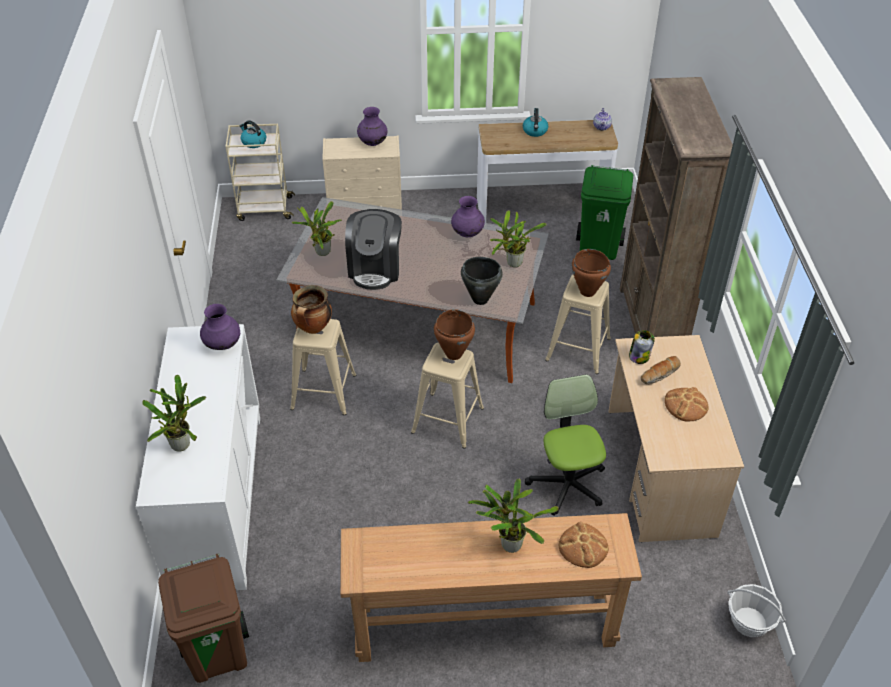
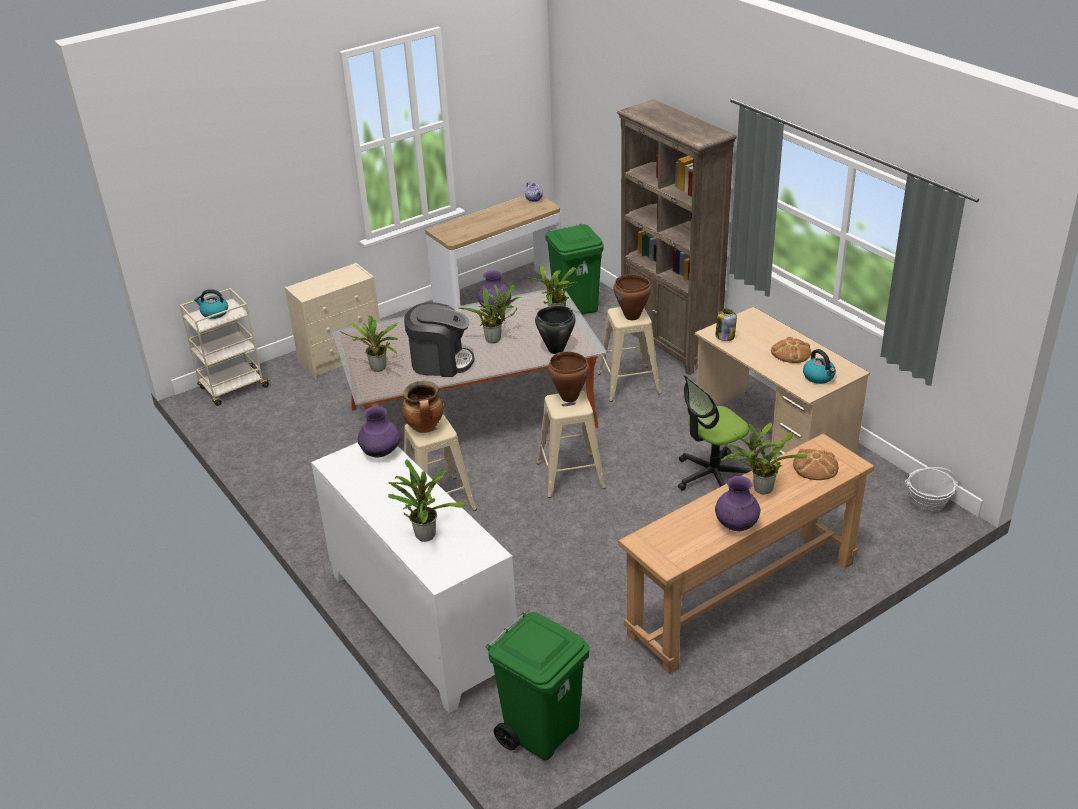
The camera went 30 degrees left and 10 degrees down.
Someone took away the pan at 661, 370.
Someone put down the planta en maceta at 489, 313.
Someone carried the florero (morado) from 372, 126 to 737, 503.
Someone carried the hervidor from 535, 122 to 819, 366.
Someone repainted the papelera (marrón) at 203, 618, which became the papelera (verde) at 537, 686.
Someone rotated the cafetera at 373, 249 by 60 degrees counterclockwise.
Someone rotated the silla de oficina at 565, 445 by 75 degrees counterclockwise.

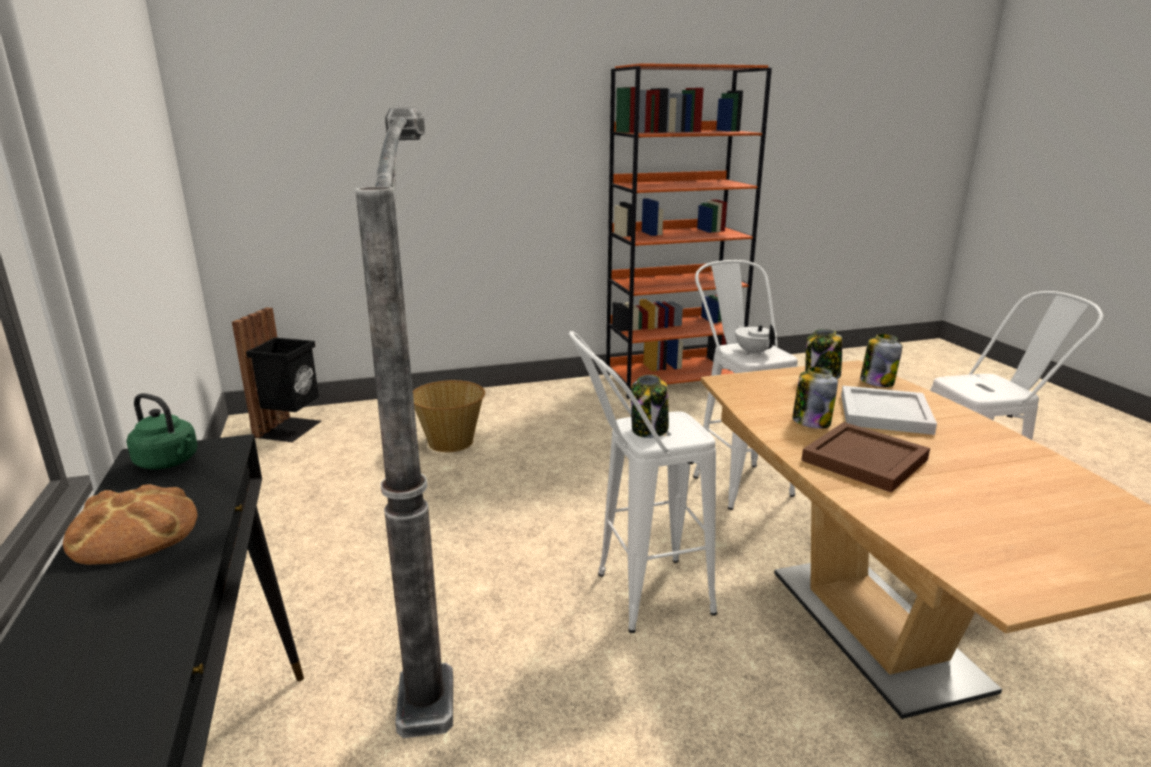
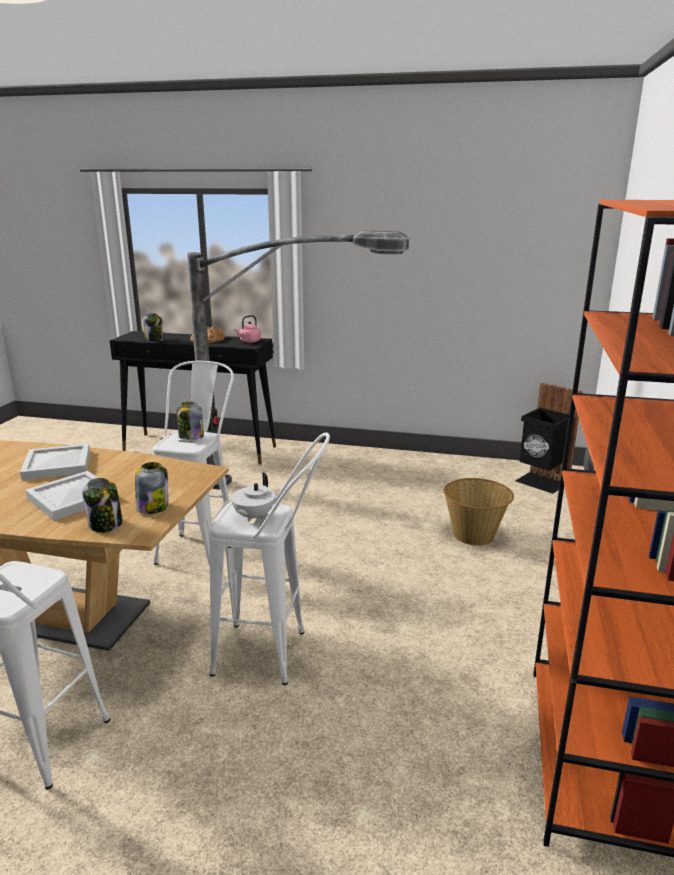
The camera went 120 degrees right and 0 degrees up.
Someone carried the tarro from 815, 398 to 153, 327.
Someone repainted the hervidor (verde) at 162, 431, which became the hervidor (rosa) at 247, 329.
Someone repainted the bandeja (marrón) at 865, 457, which became the bandeja (blanco) at 55, 462.
Someone rotated the tetera (blanco) at 756, 340 by 105 degrees clockwise.

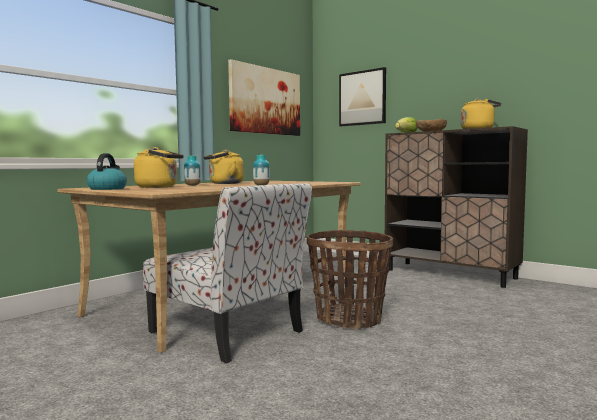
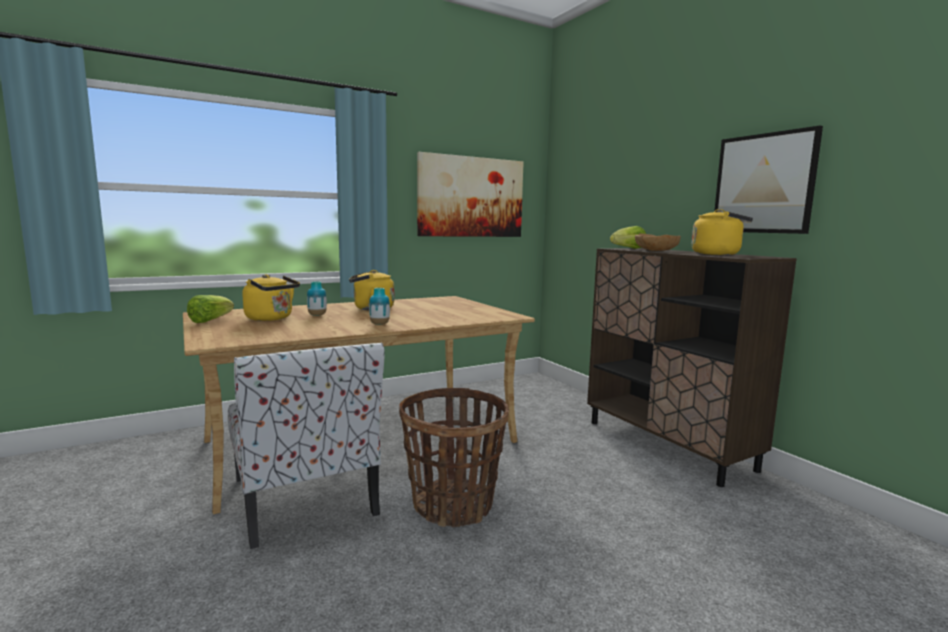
The camera went 20 degrees right and 5 degrees up.
Someone carried the cuadro from 362, 96 to 768, 180.
Someone swapped the hervidor at 107, 171 for the lechuga at 210, 309.

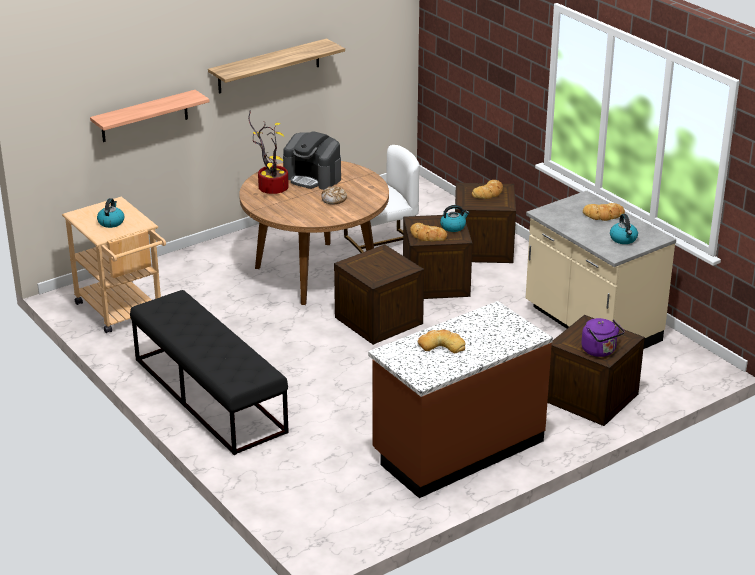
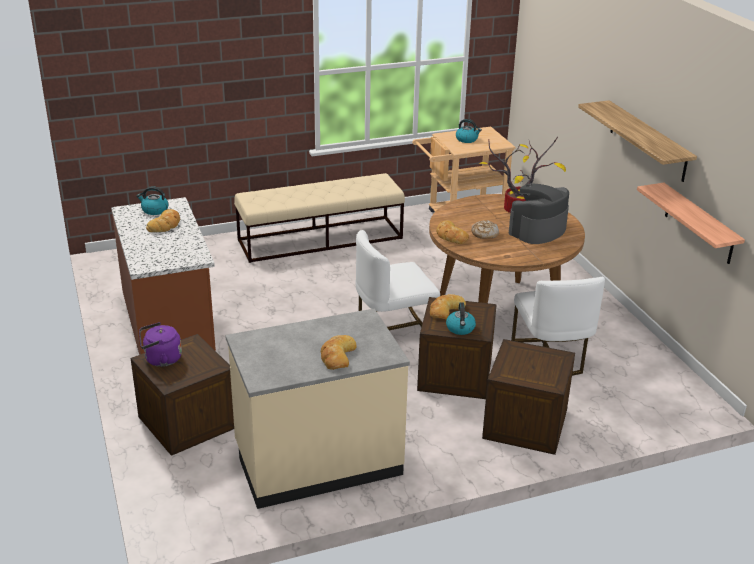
The camera went 105 degrees right and 0 degrees up.
Someone carried the estante from 149, 116 to 691, 223.
Someone carried the pan from 487, 189 to 452, 232.
Someone carried the hervidor from 624, 229 to 153, 201.
Someone swapped the caja de embalaje at 379, 294 for the silla (blanco) at 398, 280.
Someone repainted the banco (negro) at 209, 372, which became the banco (beis) at 319, 218.

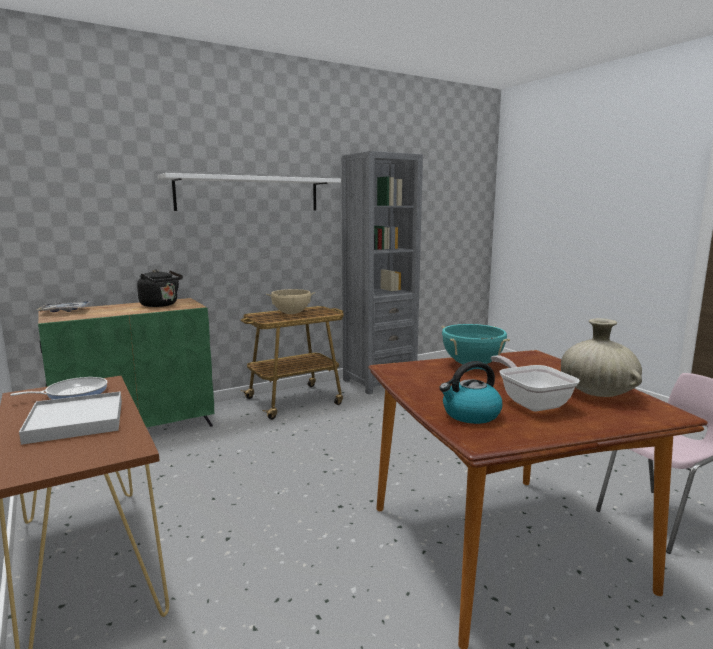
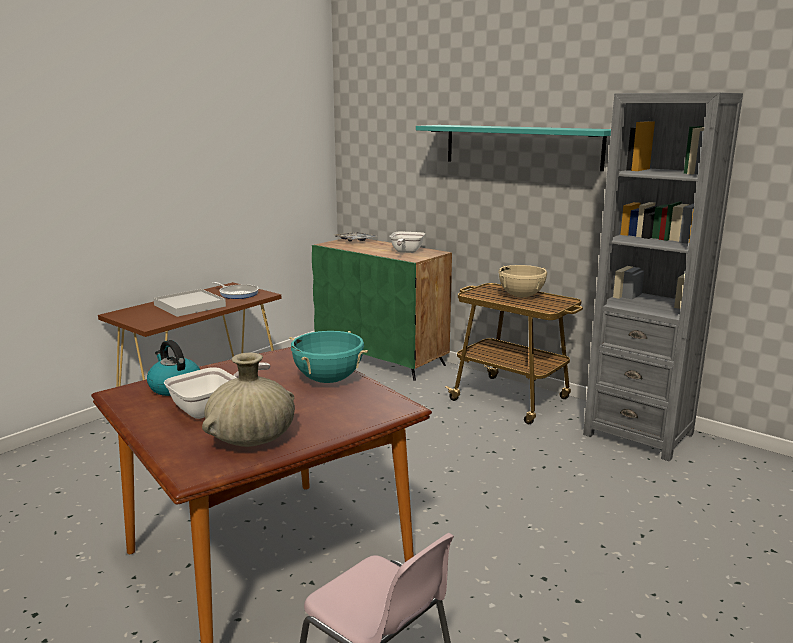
The camera went 70 degrees right and 5 degrees up.
Someone swapped the hervidor (negro) at 160, 288 for the sartén at 407, 242.
Someone repainted the estante (blanco) at 249, 192, which became the estante (turquesa) at 513, 148.

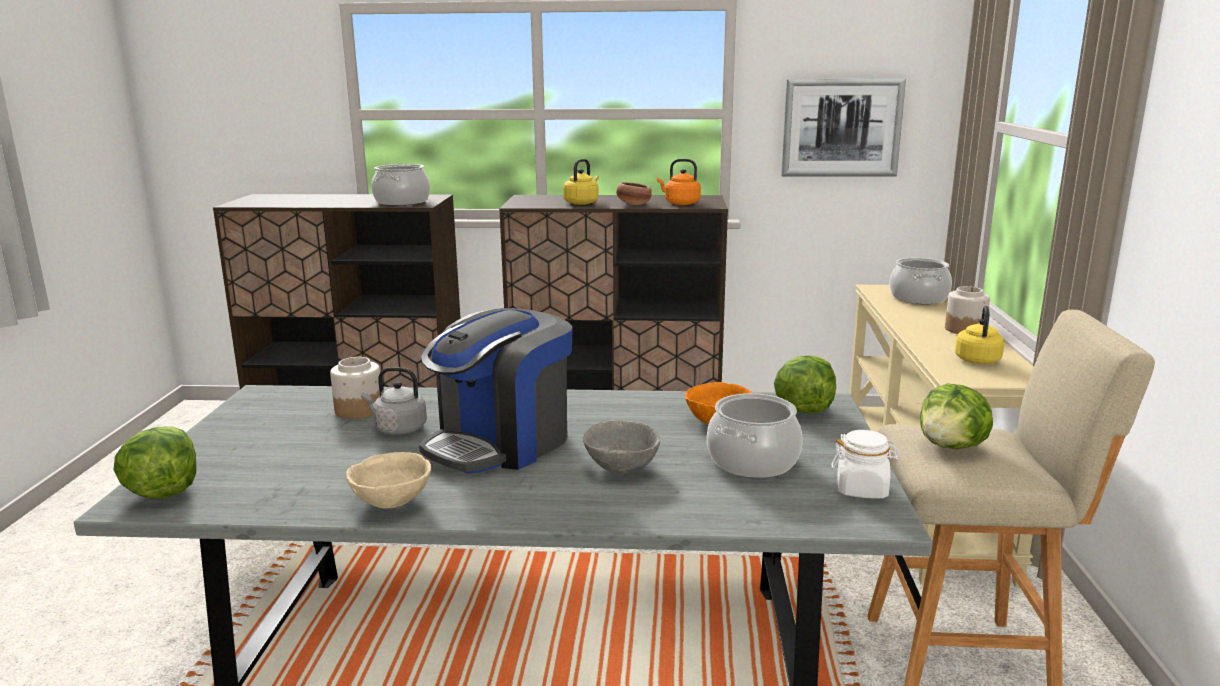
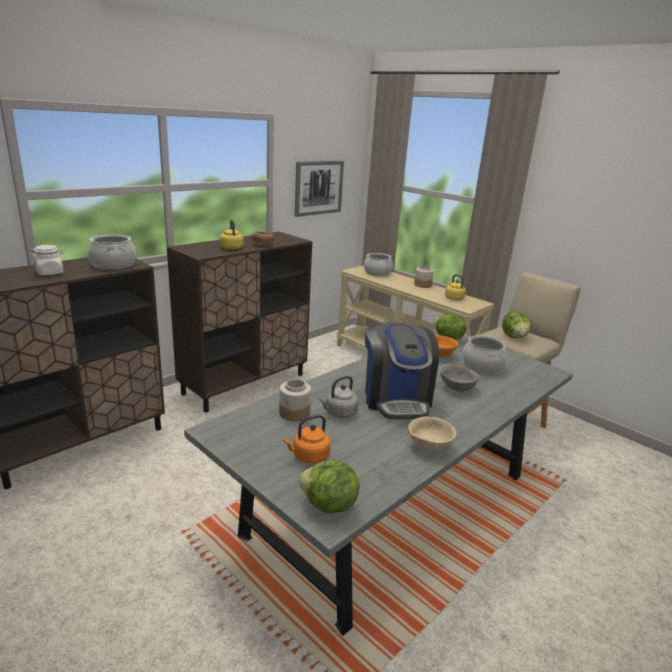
The camera went 50 degrees left and 5 degrees up.
Someone carried the hervidor (naranja) from 679, 182 to 307, 439.
Someone carried the tarro (blanco) from 866, 464 to 47, 260.

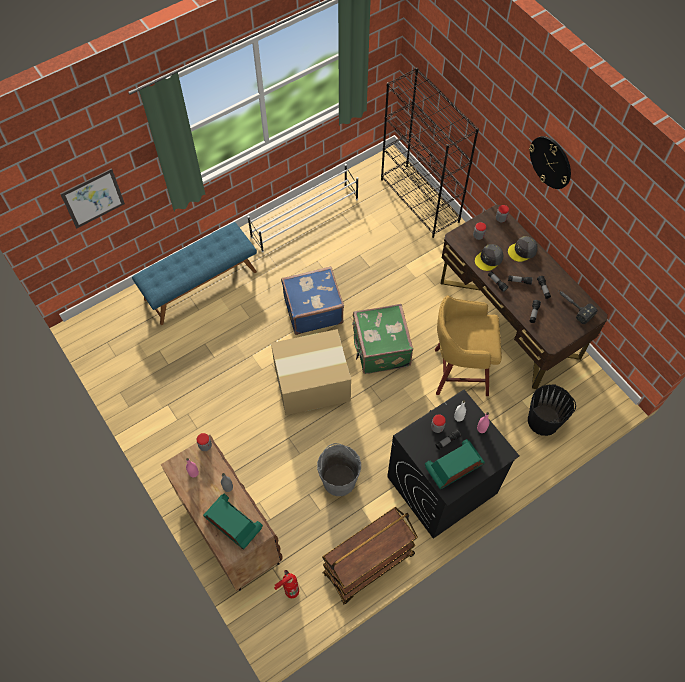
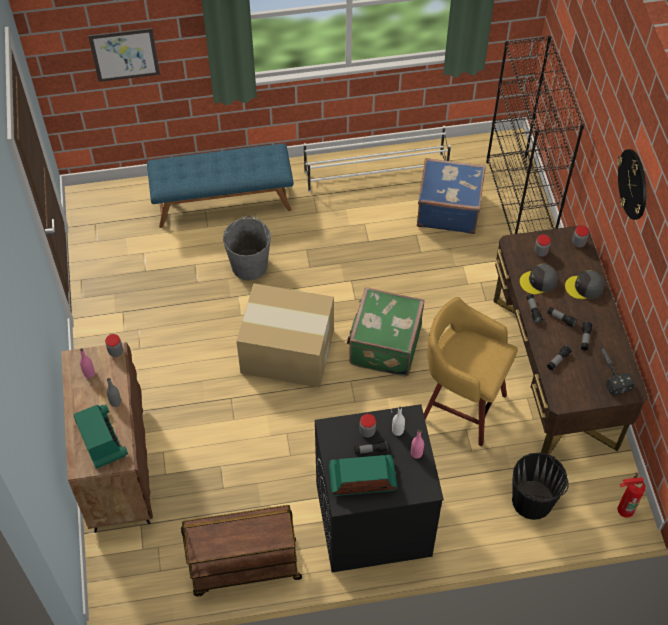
The camera went 25 degrees right and 5 degrees down.
Someone carried the extintor from 286, 584 to 631, 495.
Someone carried the maleta (azul) from 312, 300 to 451, 196.
Someone carried the cubo (gris) from 339, 469 to 247, 248.

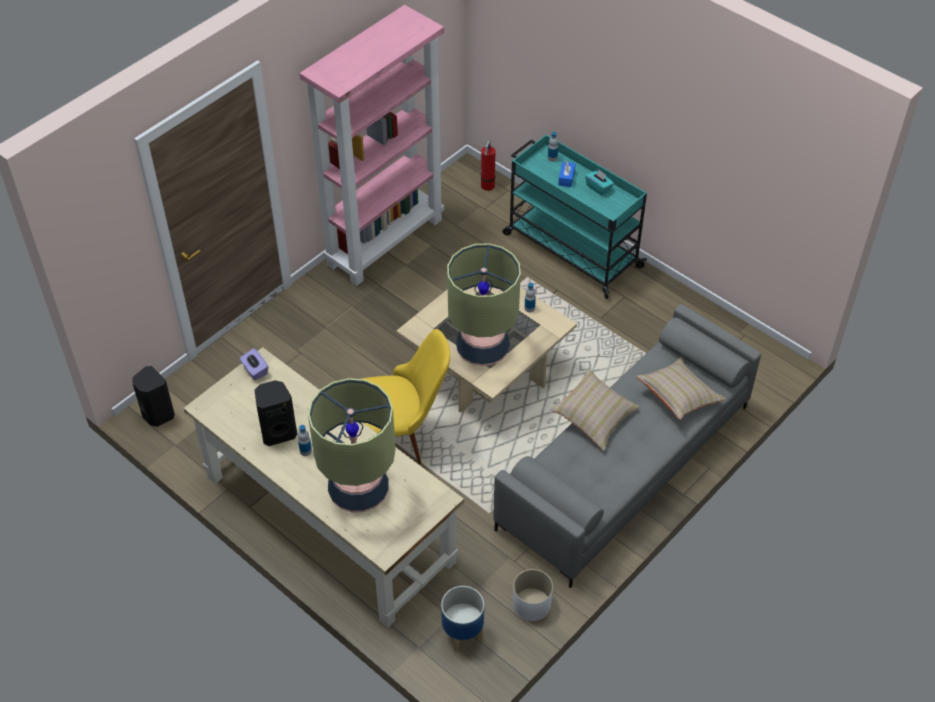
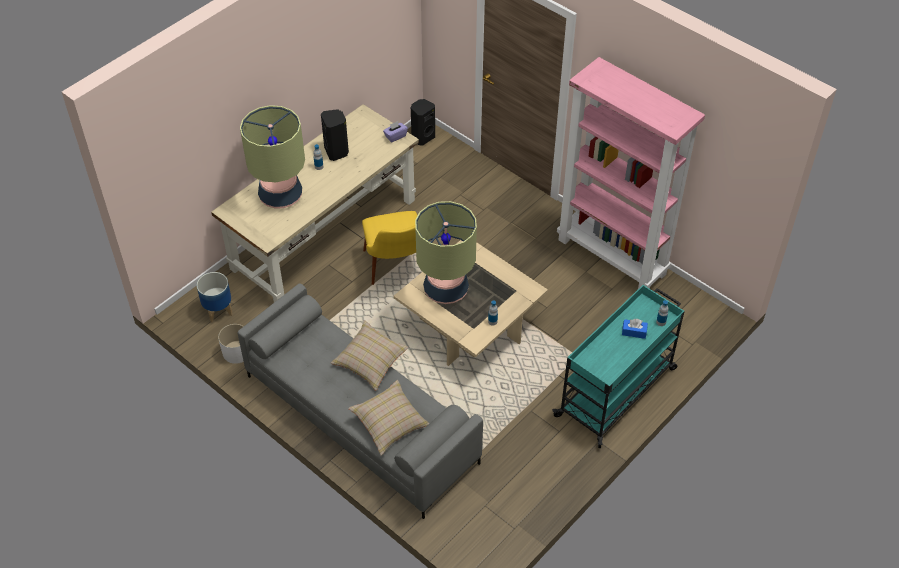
The camera went 90 degrees right and 0 degrees up.
Someone took away the extintor at 488, 165.
Someone took away the caja de pañuelos (turquesa) at 599, 183.

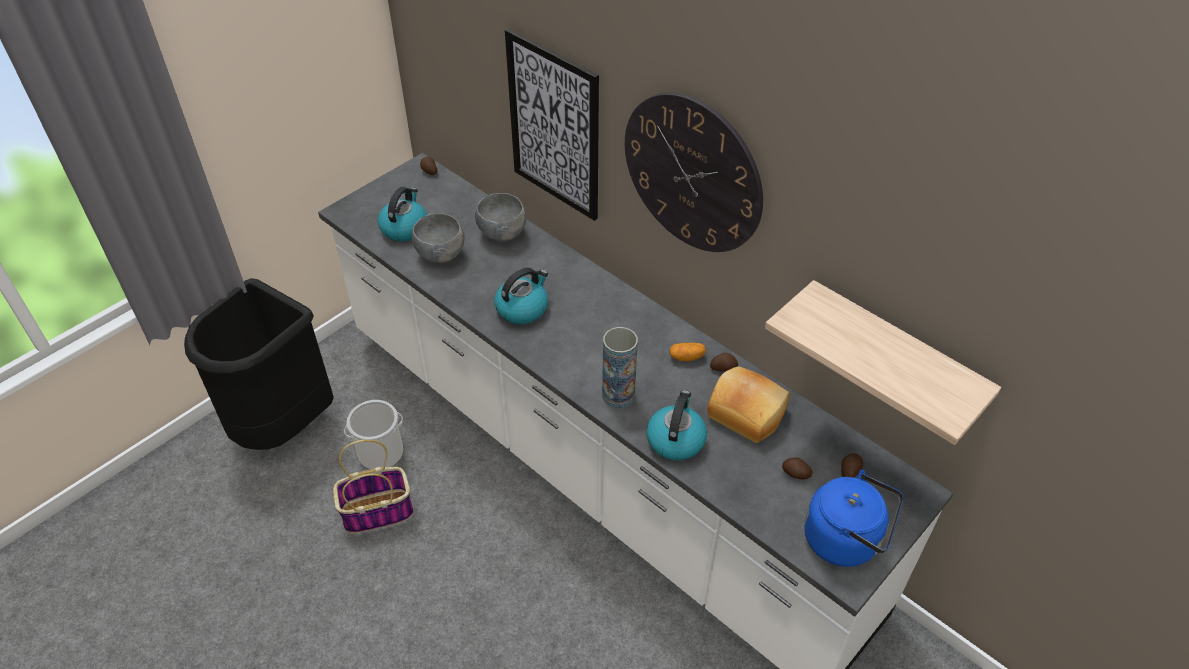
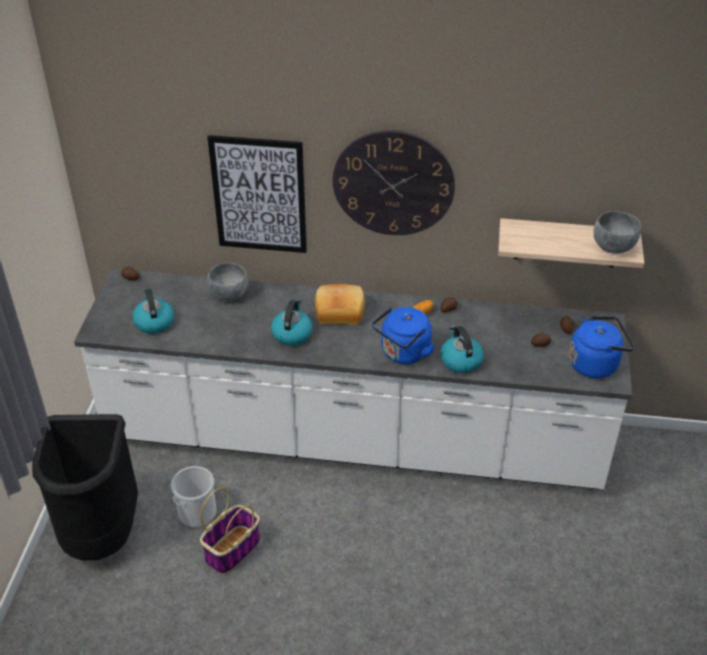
The camera went 35 degrees left and 5 degrees down.
Someone carried the cuenco (gris) from 438, 238 to 617, 232.
Someone carried the pan from 748, 404 to 340, 304.
Someone swapped the florero at 620, 367 for the hervidor (azul) at 403, 335.

